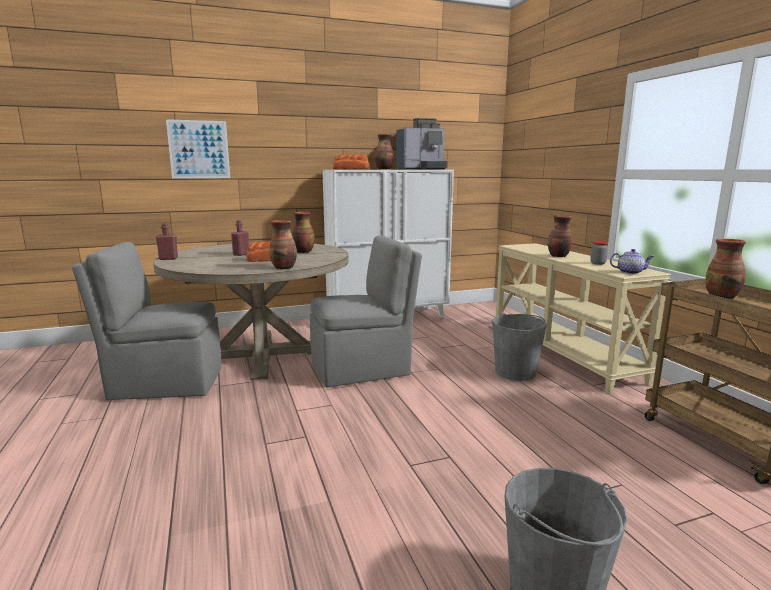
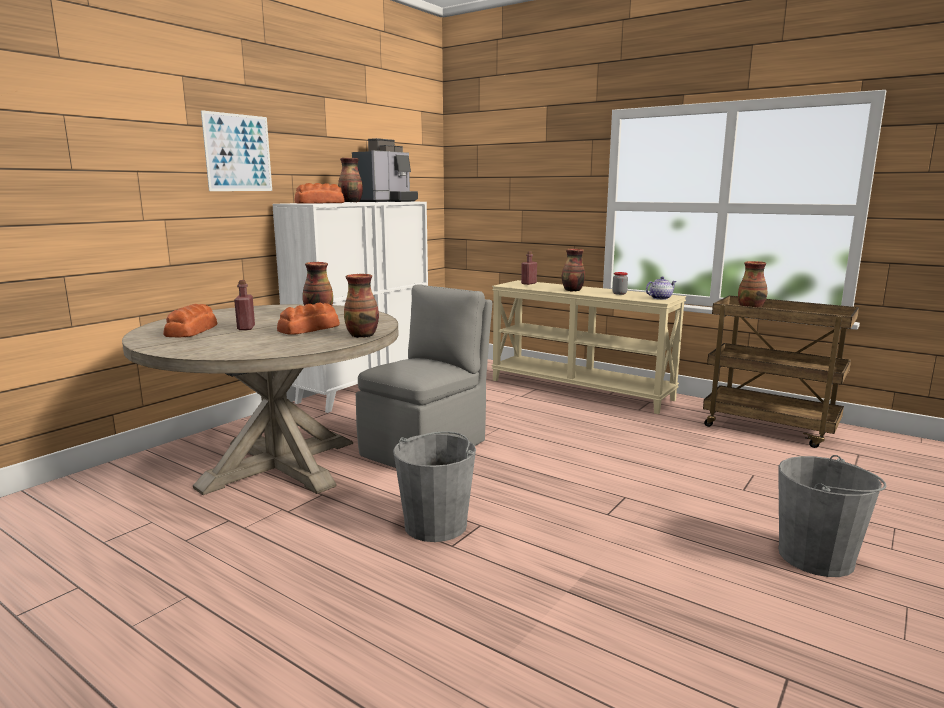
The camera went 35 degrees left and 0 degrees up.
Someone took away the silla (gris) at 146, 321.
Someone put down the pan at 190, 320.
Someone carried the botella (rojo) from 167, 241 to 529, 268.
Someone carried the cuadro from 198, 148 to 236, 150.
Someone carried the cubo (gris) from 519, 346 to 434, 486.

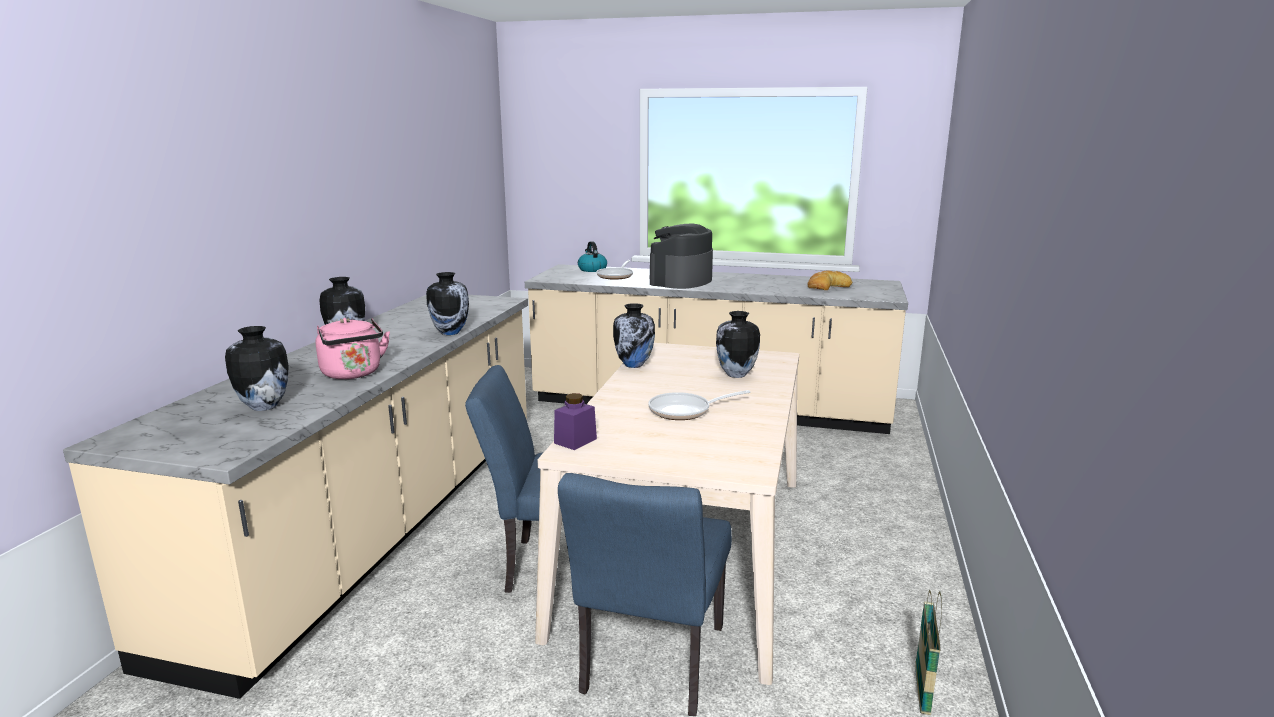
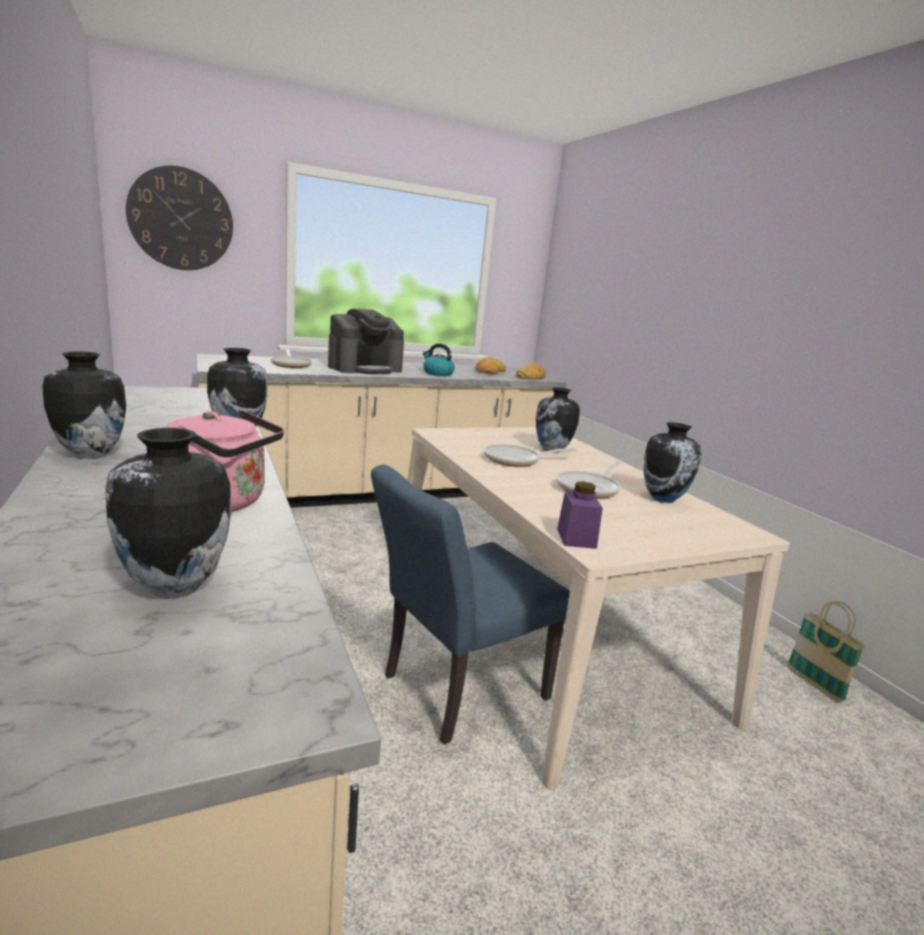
The camera went 40 degrees left and 0 degrees up.
Someone took away the silla (azul) at 645, 594.
Someone put up the reloj de pared at 179, 217.
Someone put down the sartén at 530, 455.
Someone put down the pan at 531, 371.
Someone carried the hervidor from 592, 256 to 439, 360.
Someone carried the florero from 634, 335 to 672, 462.
Someone rotated the cafetera at 681, 256 by 120 degrees counterclockwise.

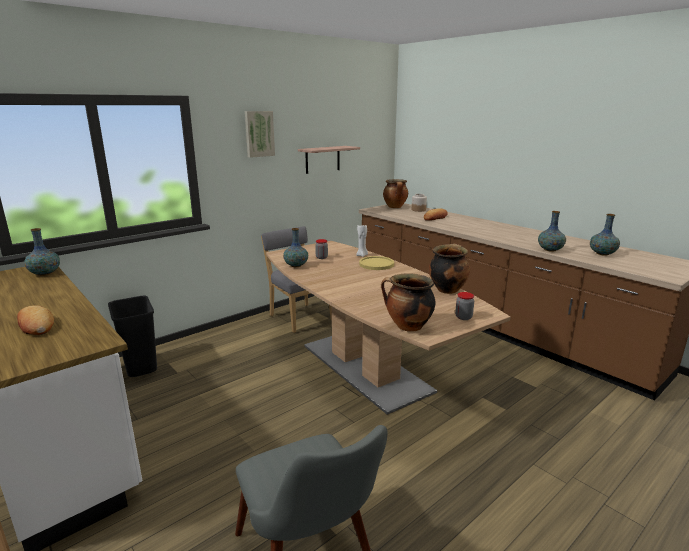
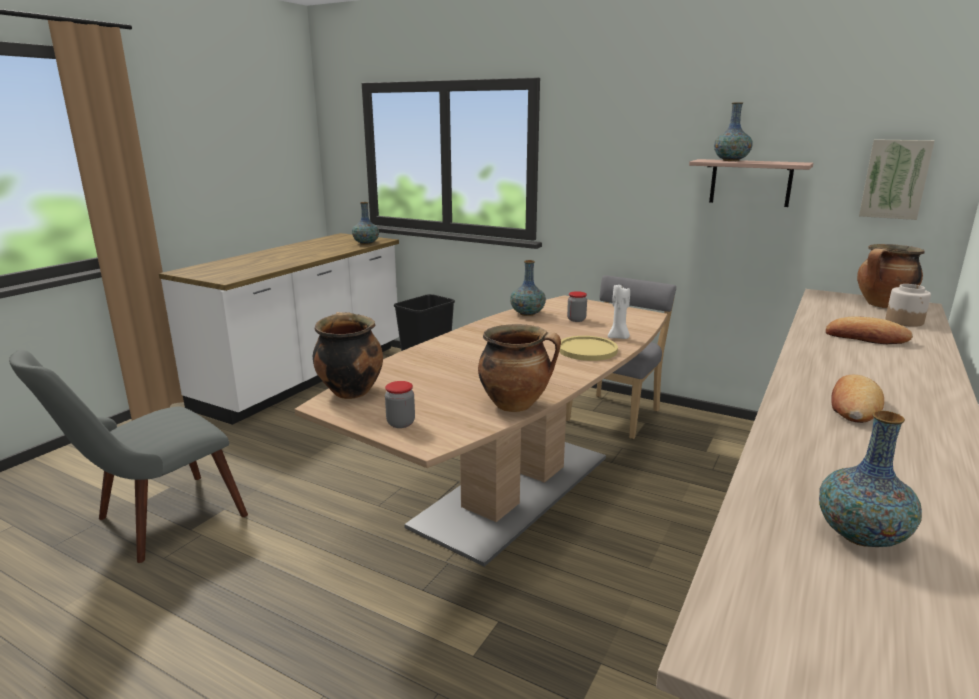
The camera went 70 degrees right and 0 degrees up.
Someone carried the pan from 35, 320 to 857, 399.
Someone carried the cuadro from 260, 134 to 897, 179.
Someone carried the florero from 552, 231 to 733, 132.

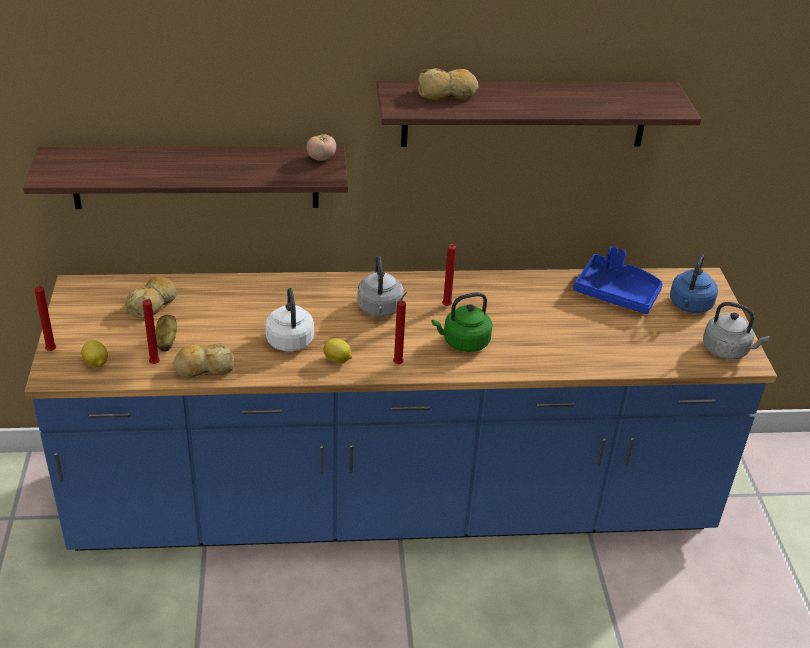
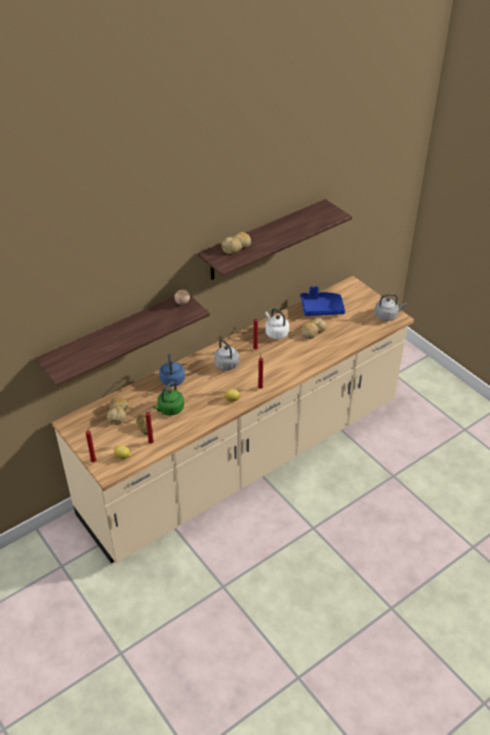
The camera went 30 degrees left and 5 degrees up.
Someone carried the pan from 203, 361 to 314, 328.
Someone carried the hervidor (blanco) from 289, 319 to 277, 323.
Someone carried the hervidor (verde) from 462, 322 to 168, 399.
Someone carried the hervidor (azul) from 694, 283 to 172, 370.
Someone repainted the mueble bajo de cocina (azul) at 401, 409, which became the mueble bajo de cocina (beis) at 233, 419.

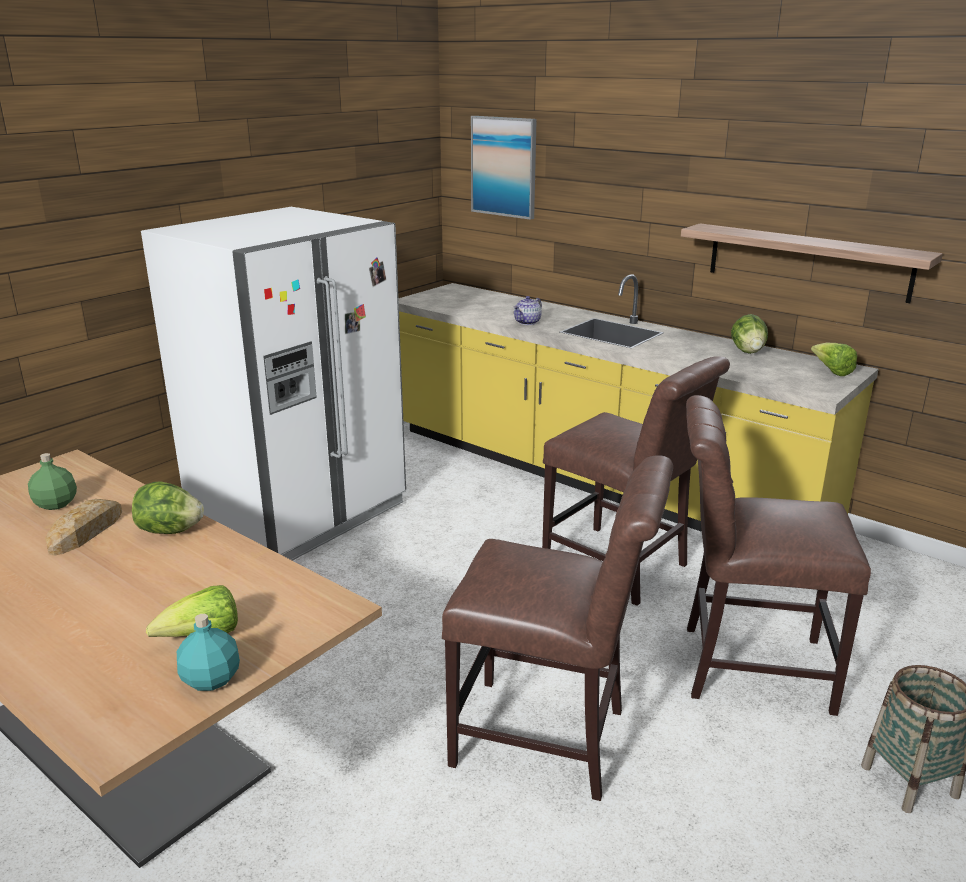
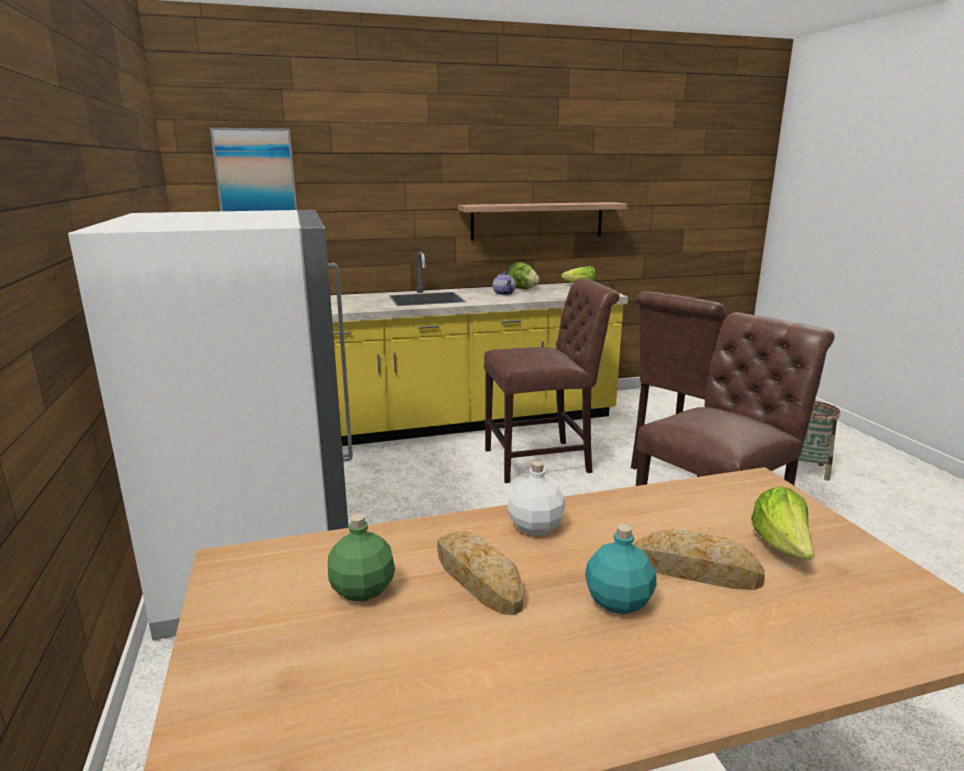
The camera went 55 degrees left and 5 degrees down.
Someone put down the pan at 698, 559.
Someone carried the botella (turquesa) from 208, 652 to 621, 569.
Someone carried the tetera from 527, 310 to 504, 283.
Someone swapped the lechuga at 168, 507 for the botella (blanco) at 536, 498.

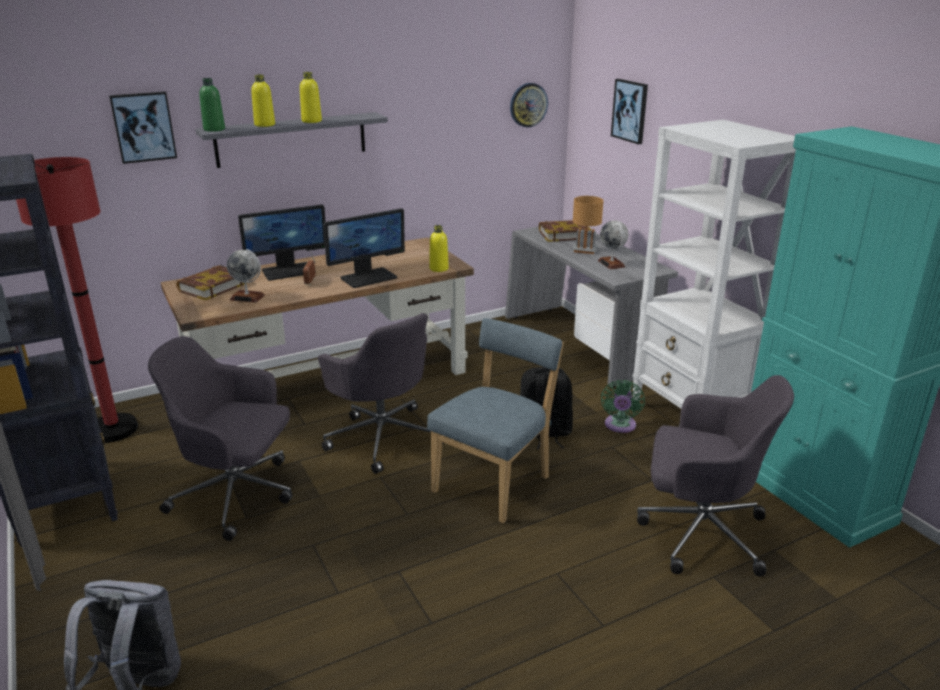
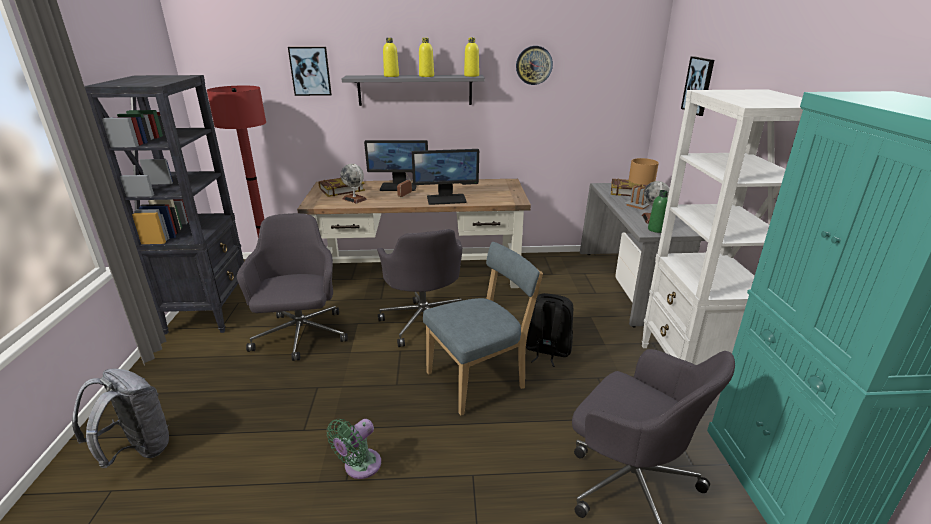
The camera went 25 degrees right and 0 degrees up.
Someone carried the botella (verde) from 212, 105 to 658, 211.
Someone carried the botella (amarillo) from 439, 248 to 471, 57.
Someone carried the reloj de pared from 529, 105 to 534, 65.
Someone carried the ventilador (verde) from 623, 406 to 354, 449.
Someone rotated the silla de oficina (gris) at 220, 438 by 45 degrees clockwise.

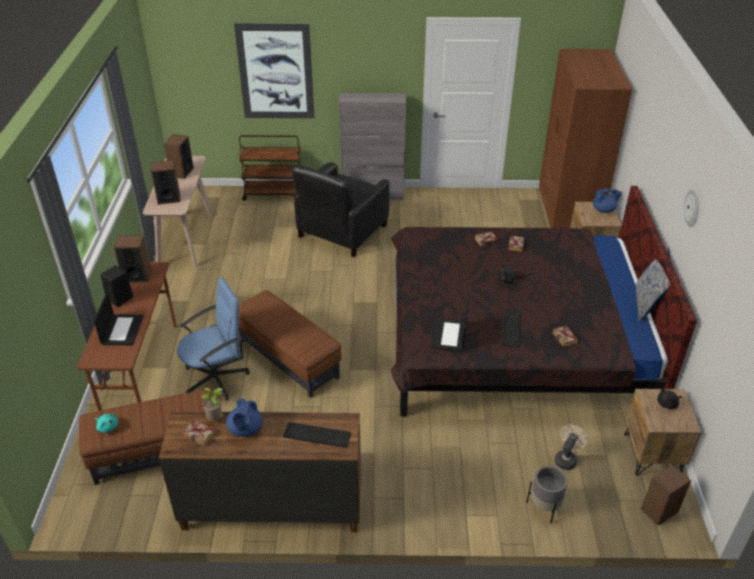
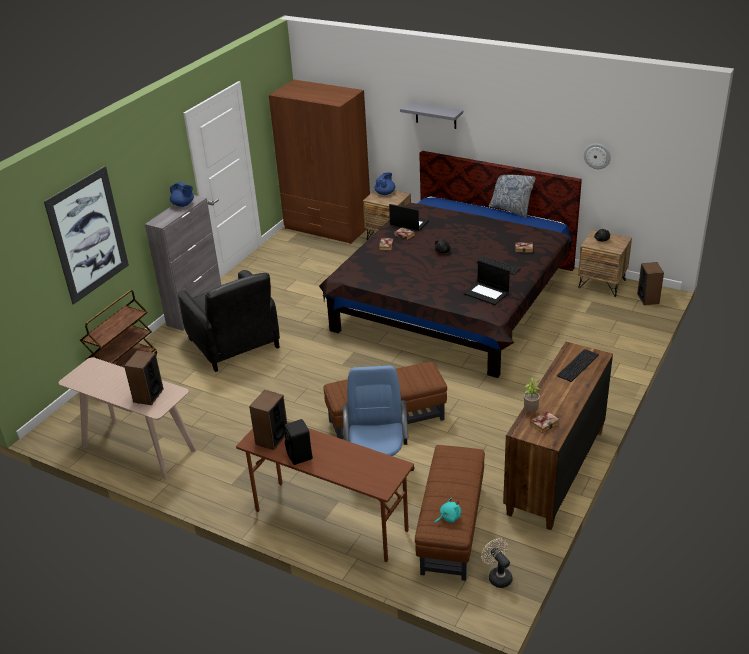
The camera went 60 degrees left and 5 degrees down.
Someone took away the altavoz at 179, 156.
Someone took away the maceta (gris) at 547, 495.
Someone put up the estante (gris) at 431, 115.
Someone carried the portátil from 118, 318 to 409, 217.
Someone carried the tetera (azul) from 244, 418 to 182, 194.
Someone carried the ventilador (beis) from 571, 447 to 497, 563.
Someone carried the reloj de pared from 691, 208 to 597, 156.

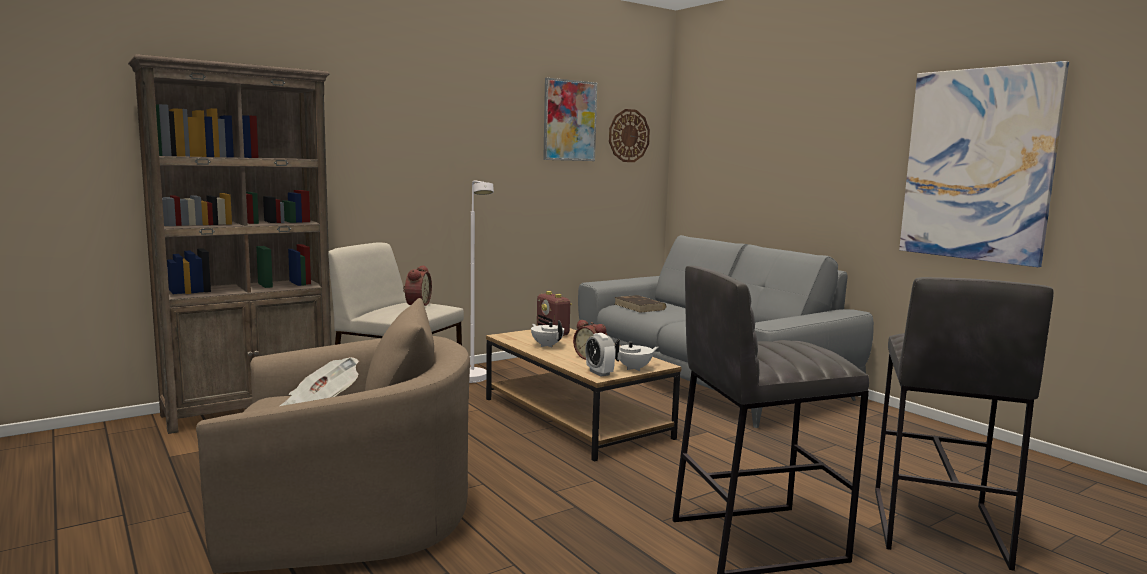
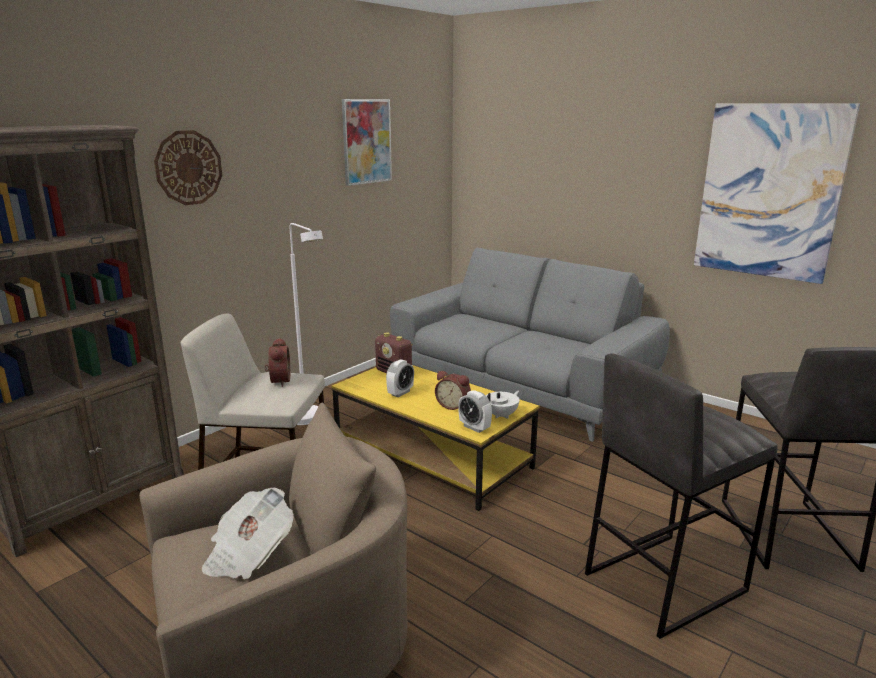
The camera went 15 degrees left and 10 degrees up.
Someone took away the libro (marrón) at 640, 304.
Someone carried the reloj de pared from 629, 135 to 188, 167.
Someone swapped the tetera (blanco) at 547, 334 for the despertador at 400, 378.
Someone repainted the mesa de centro (marrón) at 583, 394, which became the mesa de centro (amarillo) at 435, 438.

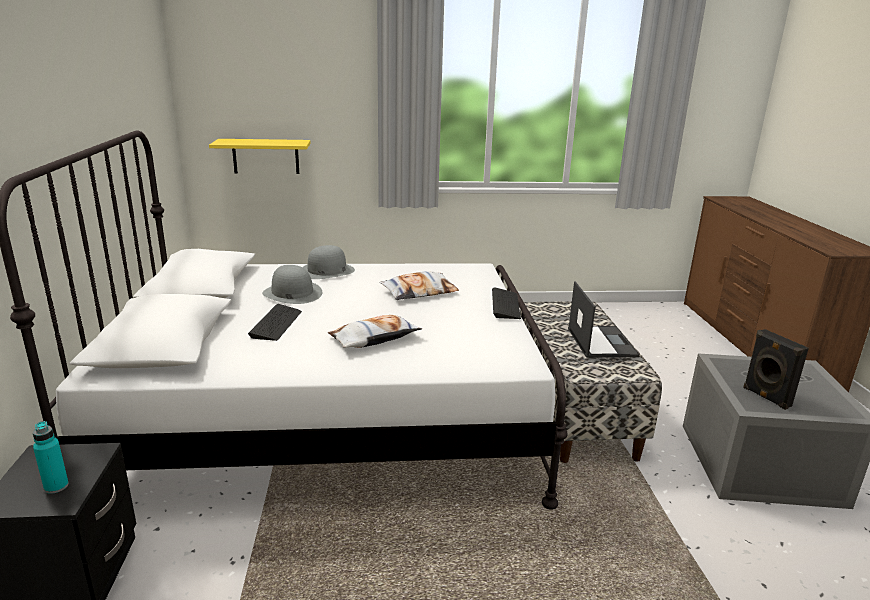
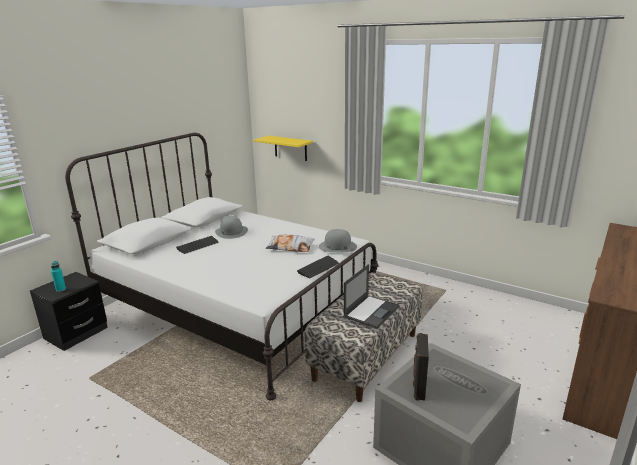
The camera went 40 degrees right and 0 degrees up.
Someone took away the cojín at 375, 331.
Someone carried the sombrero (gris) from 328, 262 to 338, 240.

